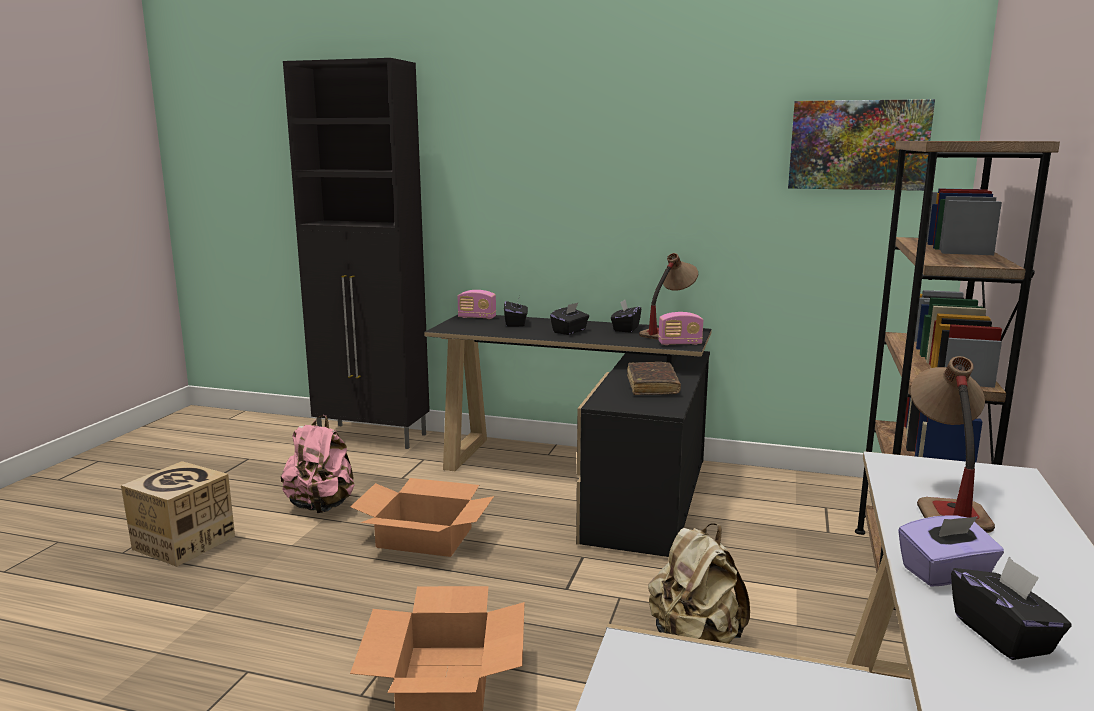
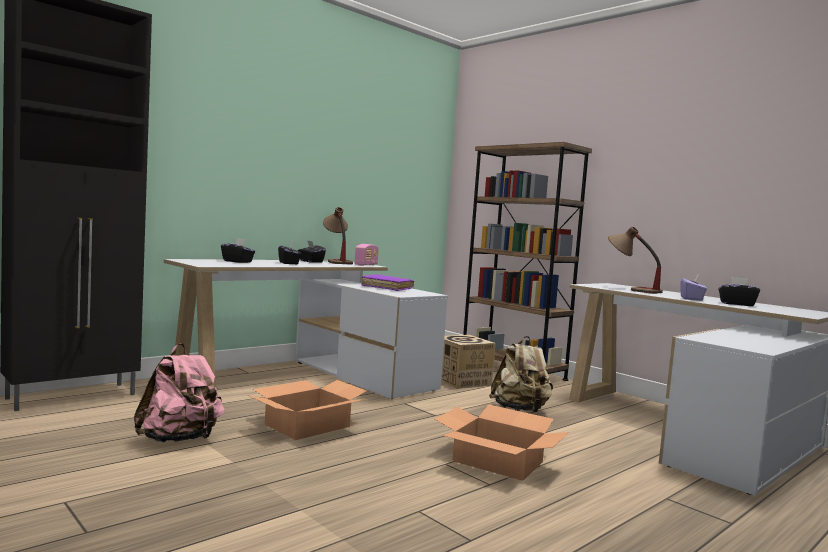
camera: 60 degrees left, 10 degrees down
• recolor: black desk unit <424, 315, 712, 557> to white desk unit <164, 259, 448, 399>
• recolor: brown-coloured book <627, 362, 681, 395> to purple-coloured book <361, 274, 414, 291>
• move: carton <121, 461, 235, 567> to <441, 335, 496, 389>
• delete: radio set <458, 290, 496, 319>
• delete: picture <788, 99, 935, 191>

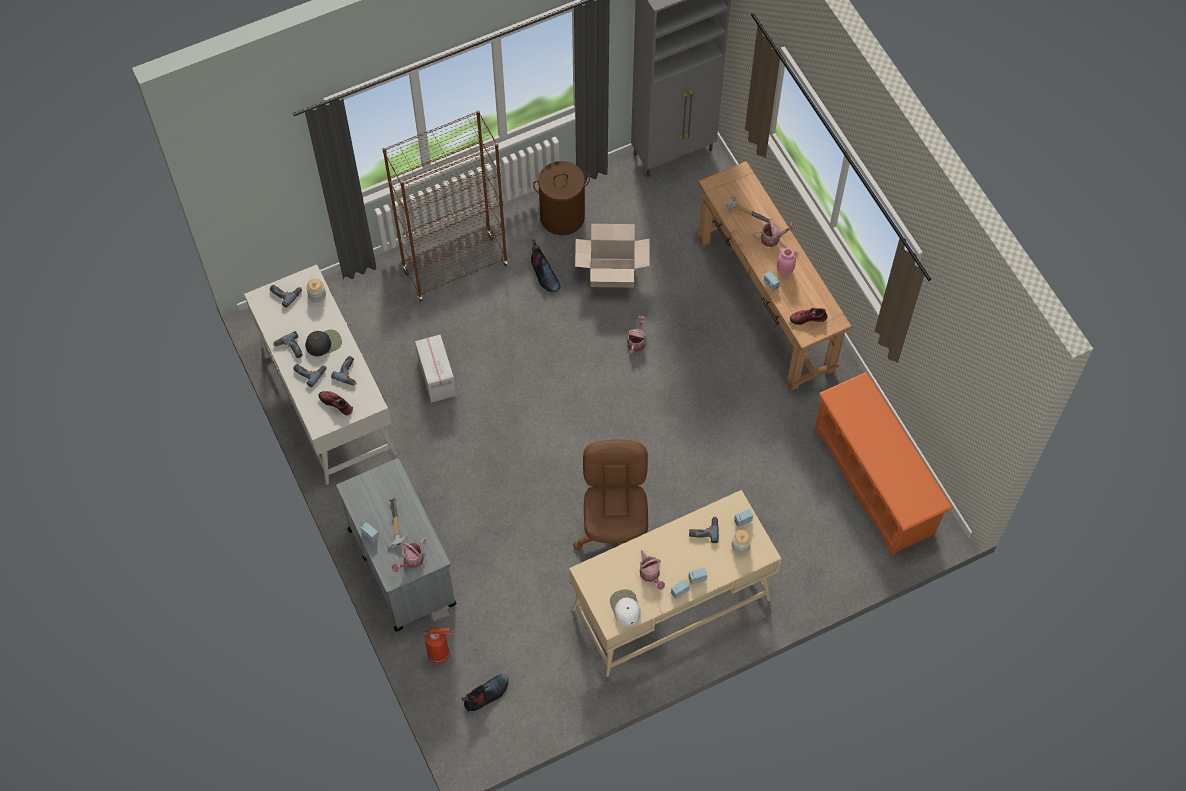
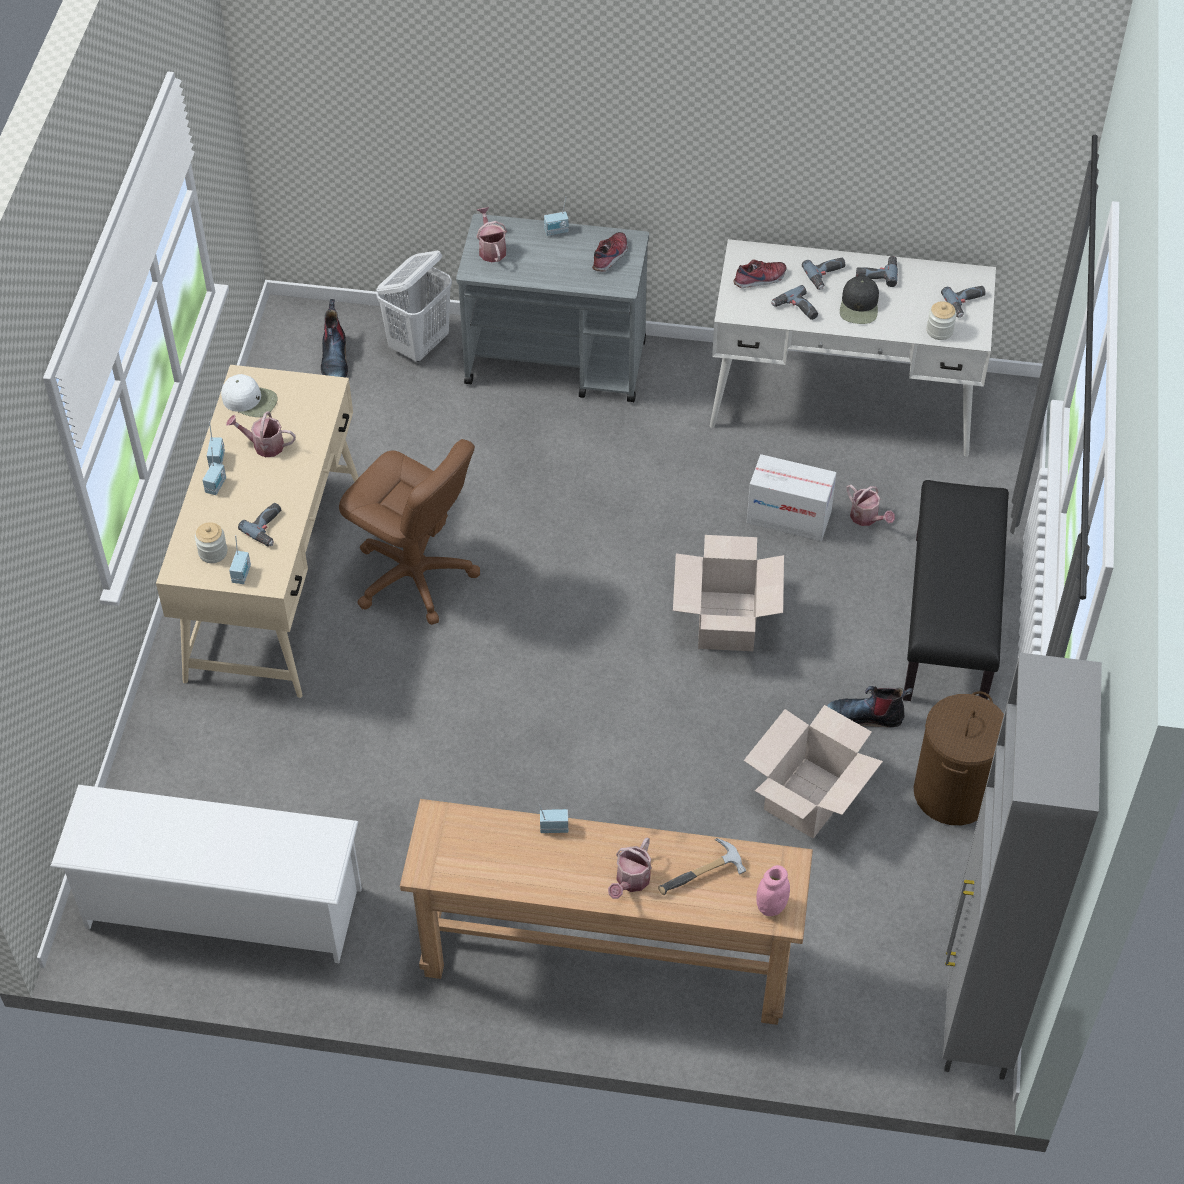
camera: 125 degrees right, 10 degrees down
• recolor: orange shoe stand <814, 372, 953, 557> to white shoe stand <51, 785, 362, 963>
• replace: fire extinguisher <424, 627, 455, 664> to white washing basket <376, 250, 452, 362>
• move: item of footwear <790, 308, 828, 325> to <592, 232, 628, 272>
• insert: carton <673, 535, 784, 651>
• move: pinkish preserve jar <777, 248, 796, 275> to <757, 865, 790, 916>
• move: sprinkling can <627, 316, 646, 354> to <846, 485, 895, 526>
• replace: brown-coloured bookcase <382, 110, 508, 302> to black long seat <903, 480, 1009, 701>
• delete: hammer <388, 497, 411, 548>

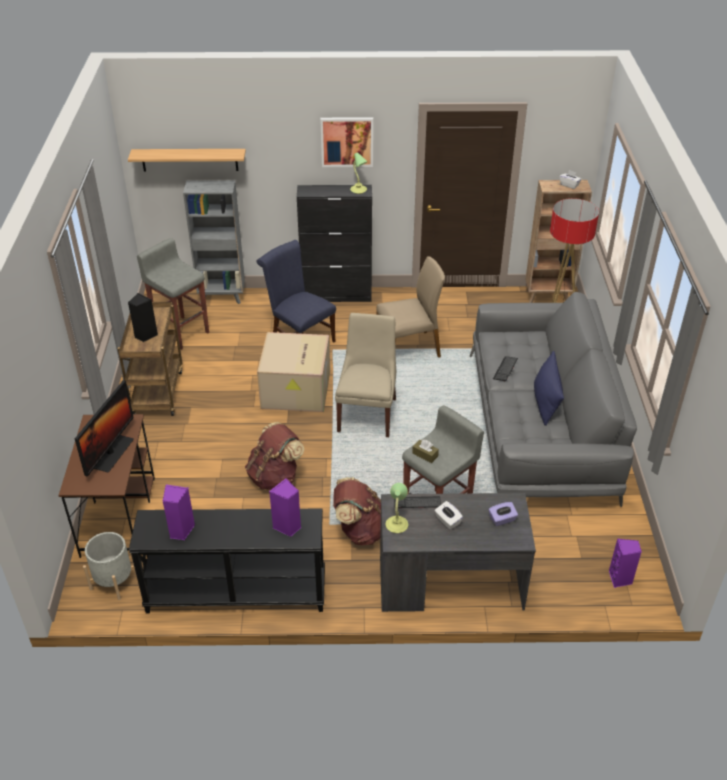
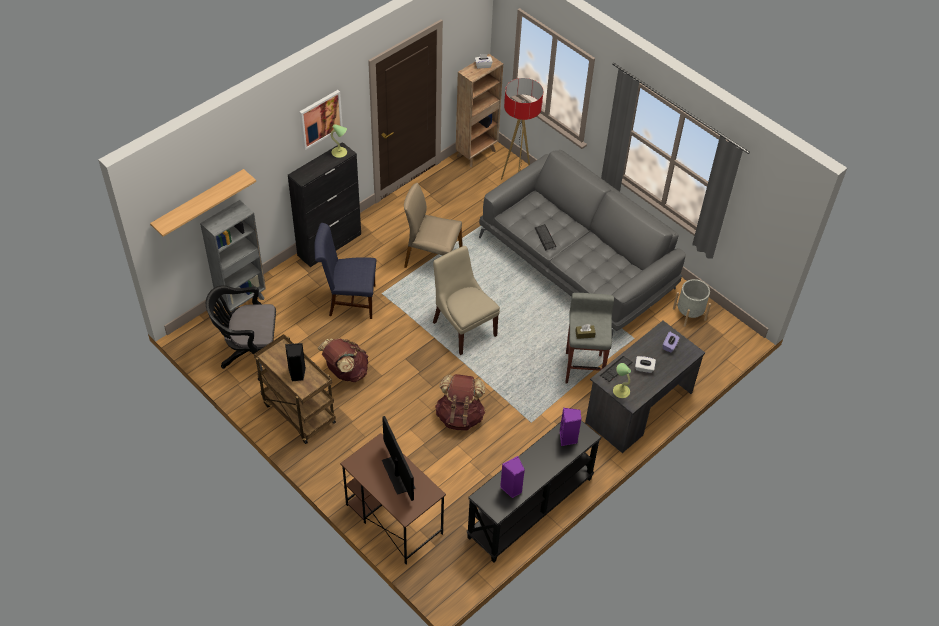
camera: 45 degrees left, 10 degrees up
• replace: gray sitting stool <137, 238, 209, 350> to black computer chair <206, 285, 276, 380>
• move: brown-coloured backpack <333, 477, 381, 545> to <318, 338, 369, 382>
• rotate: sand-coloured upright chair <376, 256, 445, 358> = <404, 183, 463, 268> 105 degrees counterclockwise
• move: gray planter <83, 532, 136, 600> to <673, 279, 711, 327>
• delete: carton <257, 332, 330, 412>
• delete: blue-coloured pillow <534, 351, 564, 426>
• delete: purple-coloured audio speaker <609, 538, 642, 588>

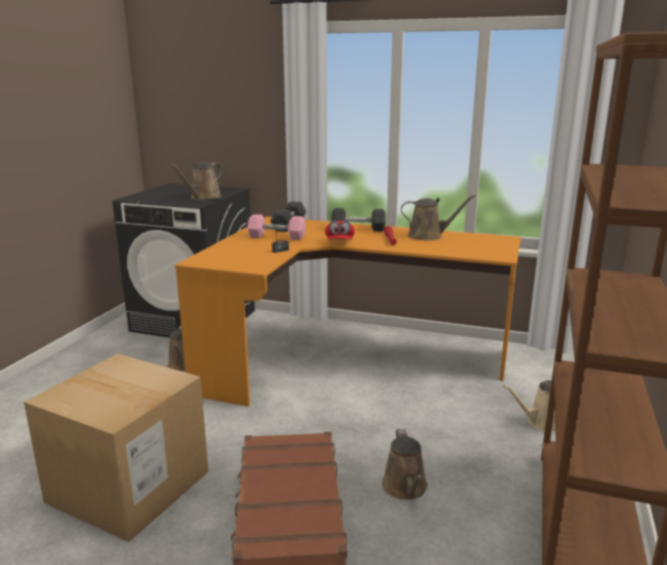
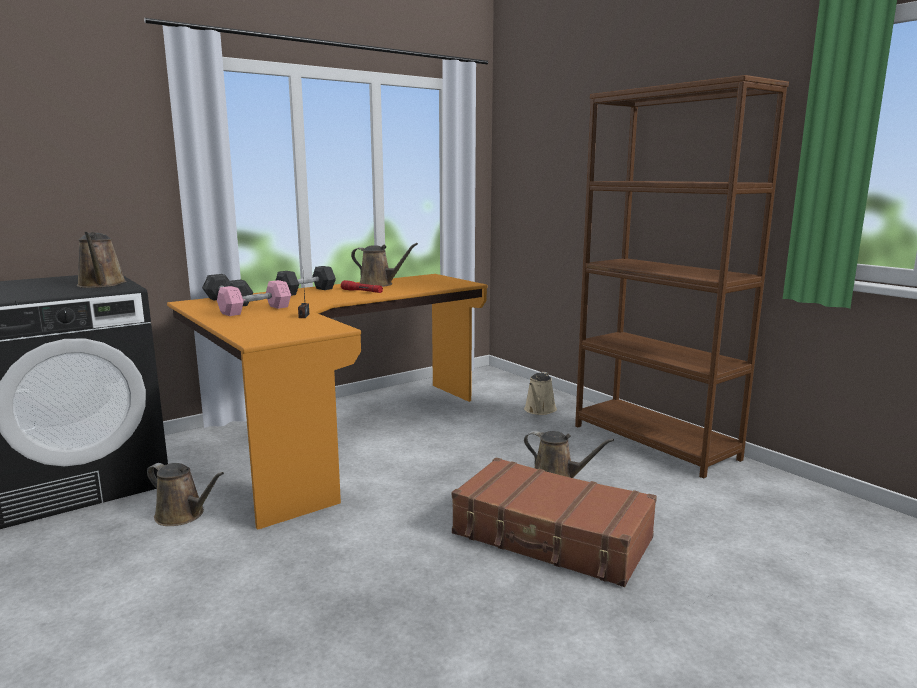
camera: 55 degrees left, 5 degrees down
• rotate: brown-coloured sprinkling can <401, 195, 476, 241> = <351, 243, 418, 287> 75 degrees clockwise
• delete: carton <24, 353, 208, 542>
• delete: reddish peaked cap <325, 221, 355, 240>

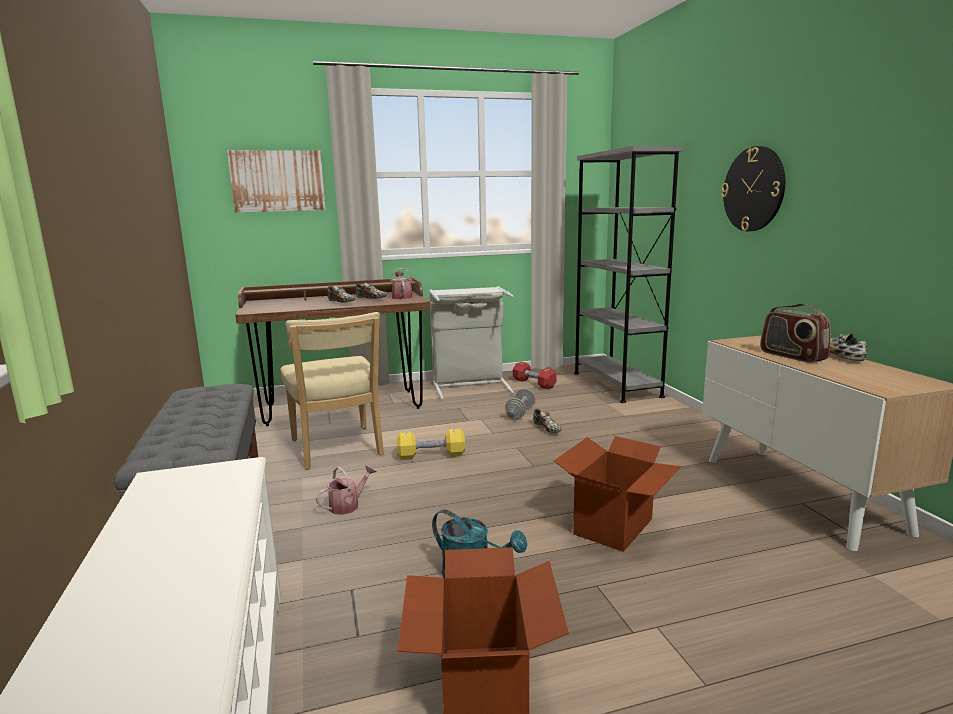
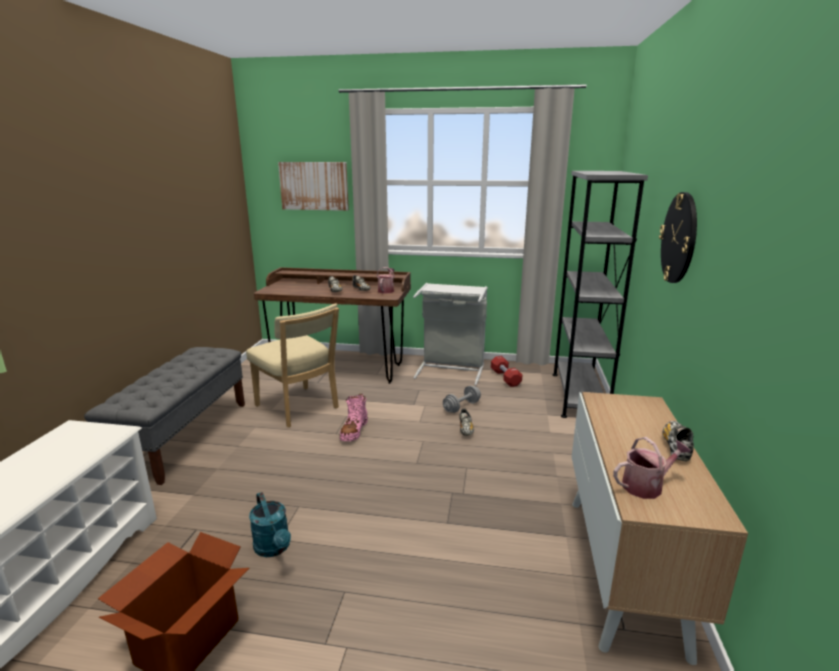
camera: 25 degrees right, 5 degrees up
• rotate: sand-coloured upright chair <280, 312, 384, 470> = <246, 304, 339, 427> 45 degrees counterclockwise
• replace: yellowish hand weight <396, 428, 465, 460> to pinkish high-top boot <339, 393, 368, 441>
• move: sprinkling can <316, 465, 376, 515> to <613, 437, 691, 499>
• delete: carton <554, 436, 681, 552>
• delete: radio set <760, 304, 831, 363>

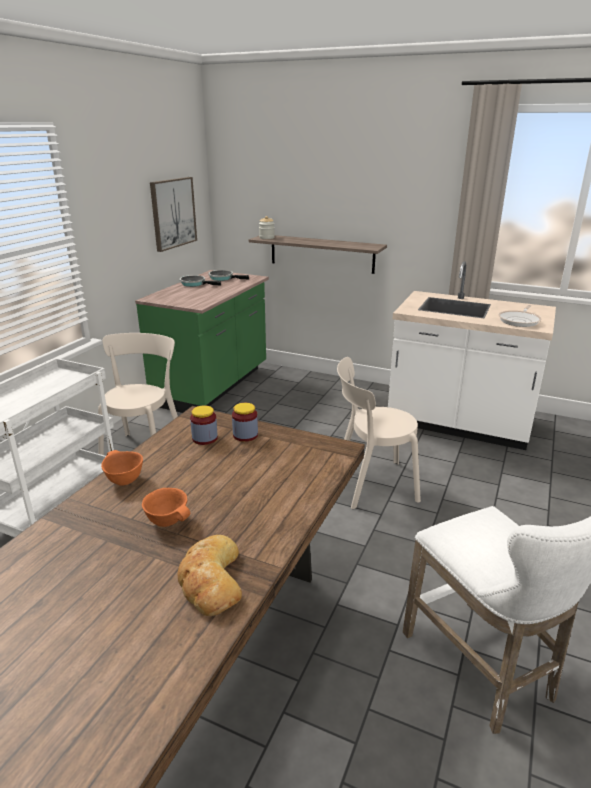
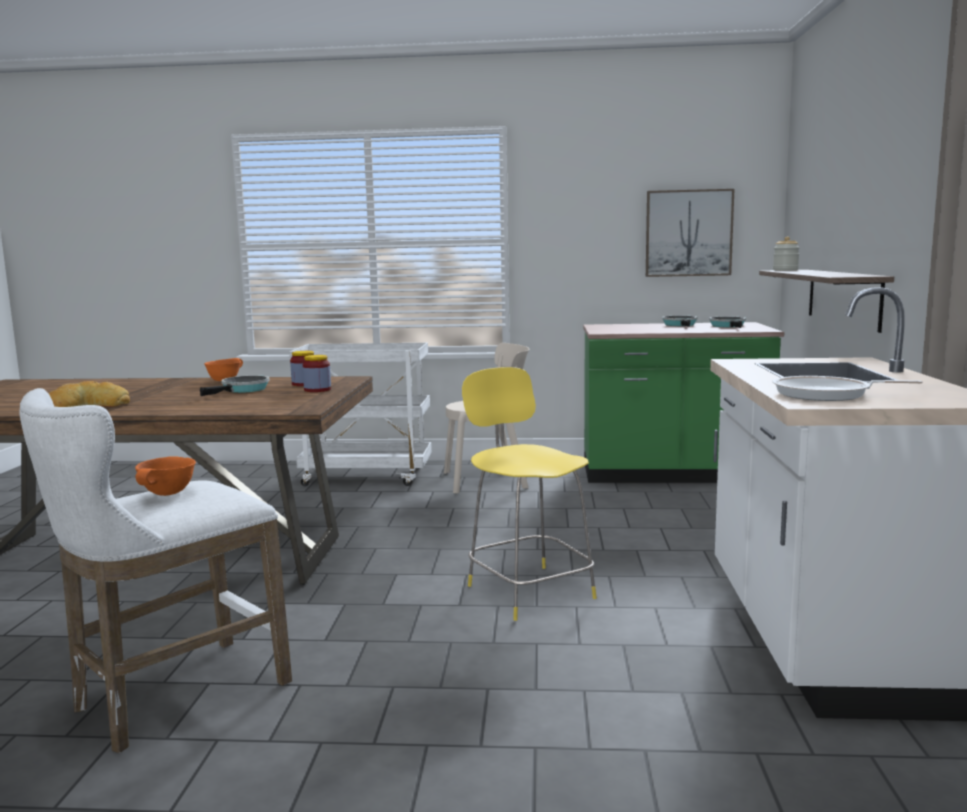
camera: 70 degrees right, 15 degrees down
• move: orange bowl <142, 488, 190, 527> to <135, 457, 196, 496>
• insert: frying pan <200, 375, 270, 396>
• replace: sand-coloured upright chair <337, 357, 421, 509> to yellowish sitting stool <462, 367, 597, 621>

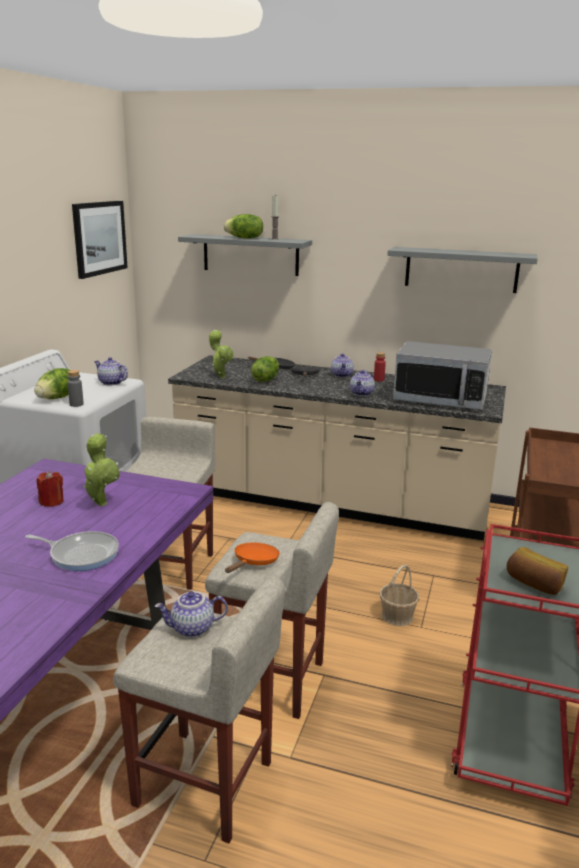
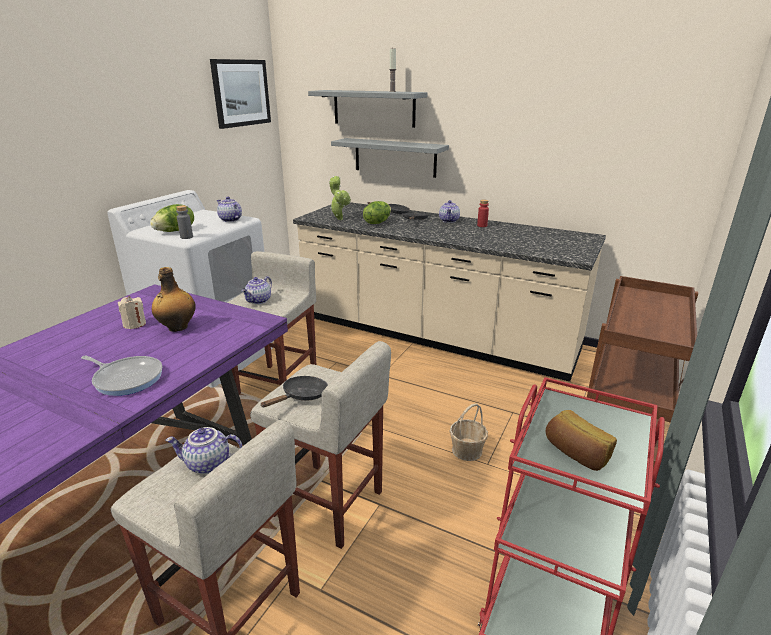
camera: 10 degrees right, 5 degrees up
• recolor: reddish wax light <37, 471, 64, 507> to sand-coloured wax light <118, 296, 146, 329>
• replace: plant in a pot <83, 433, 120, 506> to beverage bottle <152, 267, 196, 332>
• move: teapot <350, 370, 375, 396> to <241, 276, 272, 304>
• recolor: orange frying pan <225, 543, 280, 573> to black frying pan <260, 376, 328, 407>
• move: gray shelf <387, 247, 538, 293> to <331, 138, 449, 178>
• delete: lettuce head <223, 214, 263, 239>
• delete: microwave <393, 341, 492, 410>

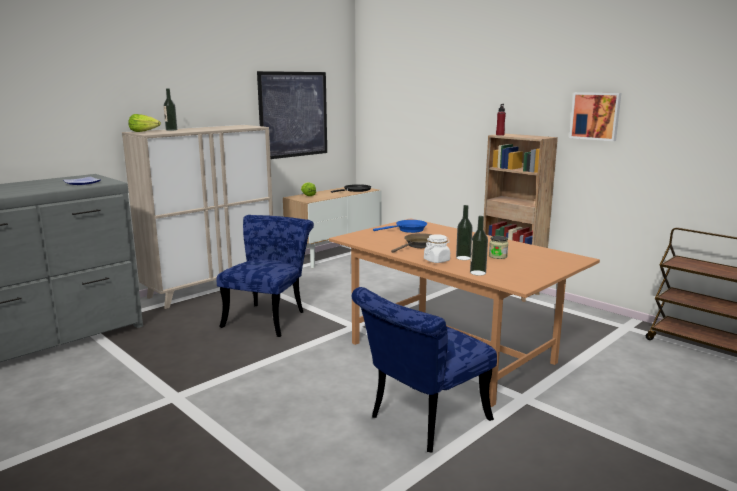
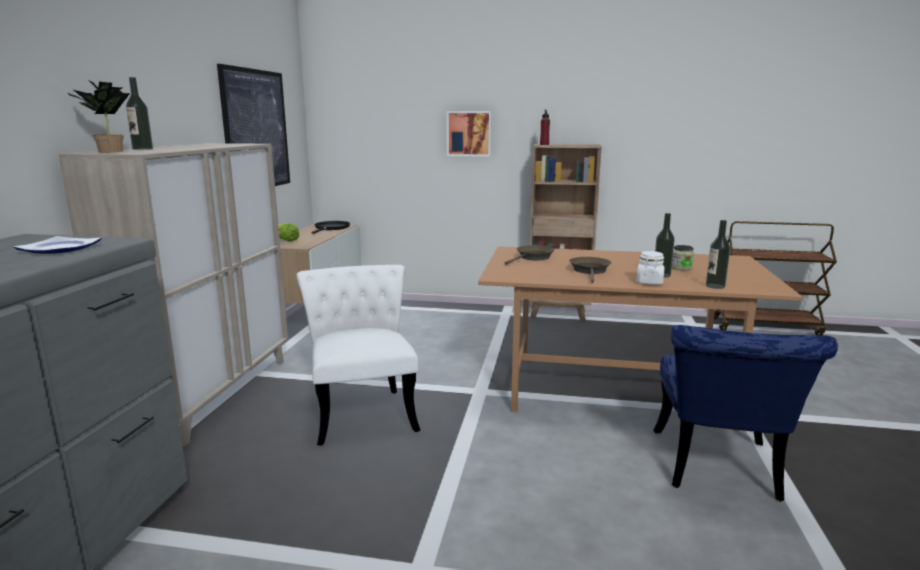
camera: 35 degrees left, 0 degrees up
• replace: lettuce head <128, 114, 161, 132> to plant in a pot <68, 81, 130, 152>
• recolor: blue-coloured upright chair <217, 215, 314, 337> to white upright chair <296, 265, 421, 446>
• move: picture <569, 92, 621, 141> to <447, 111, 492, 157>
• recolor: blue-coloured frying pan <373, 220, 427, 233> to brown-coloured frying pan <505, 245, 555, 265>

